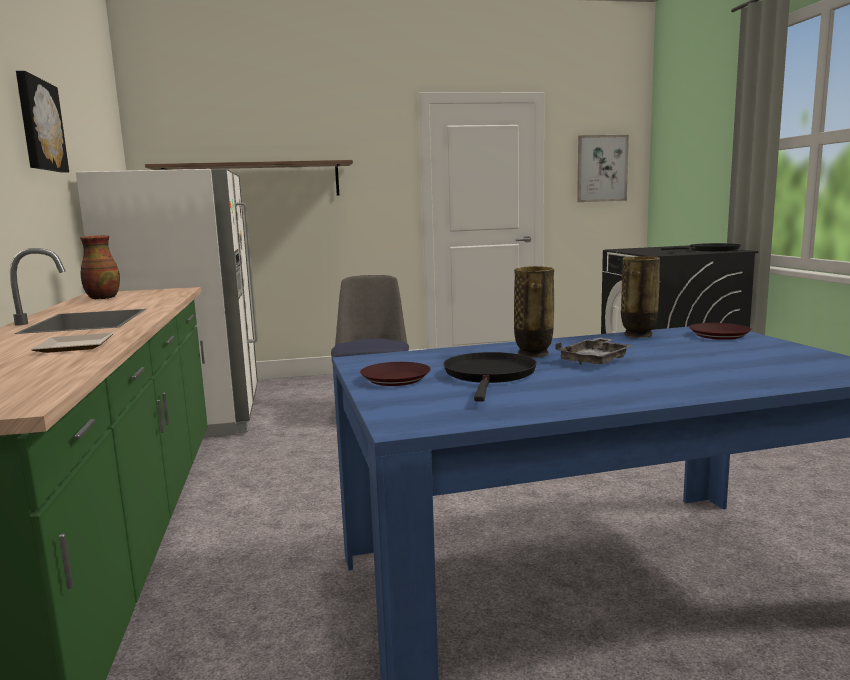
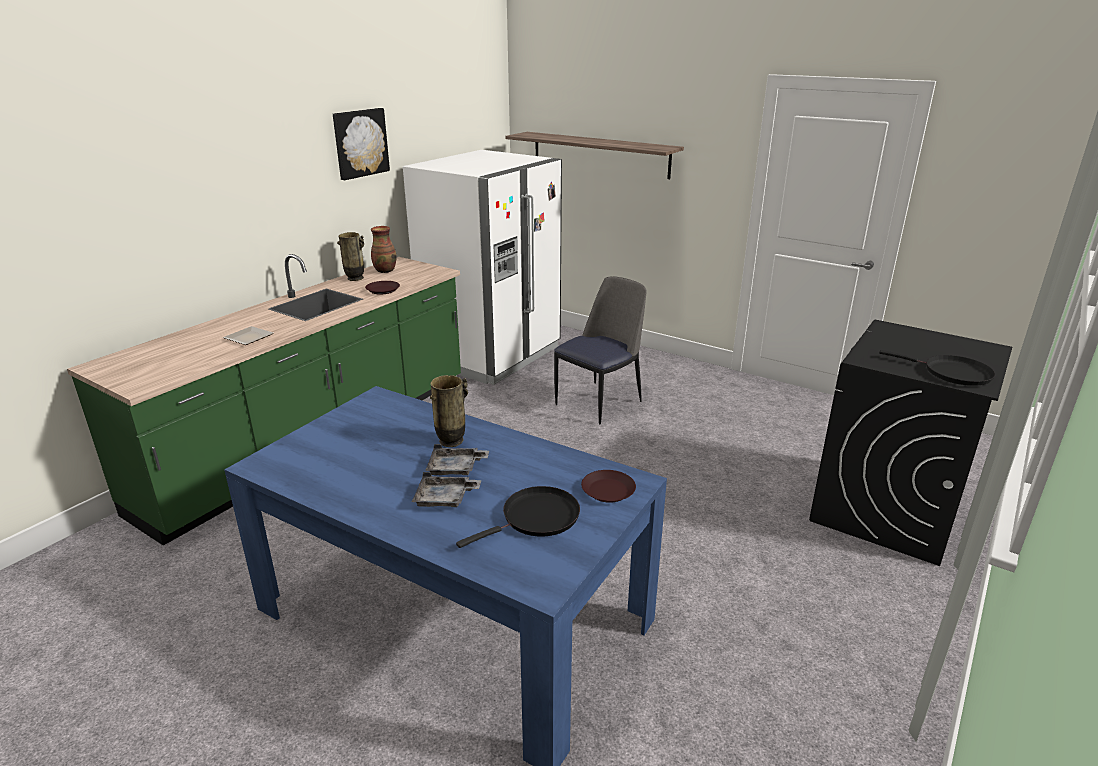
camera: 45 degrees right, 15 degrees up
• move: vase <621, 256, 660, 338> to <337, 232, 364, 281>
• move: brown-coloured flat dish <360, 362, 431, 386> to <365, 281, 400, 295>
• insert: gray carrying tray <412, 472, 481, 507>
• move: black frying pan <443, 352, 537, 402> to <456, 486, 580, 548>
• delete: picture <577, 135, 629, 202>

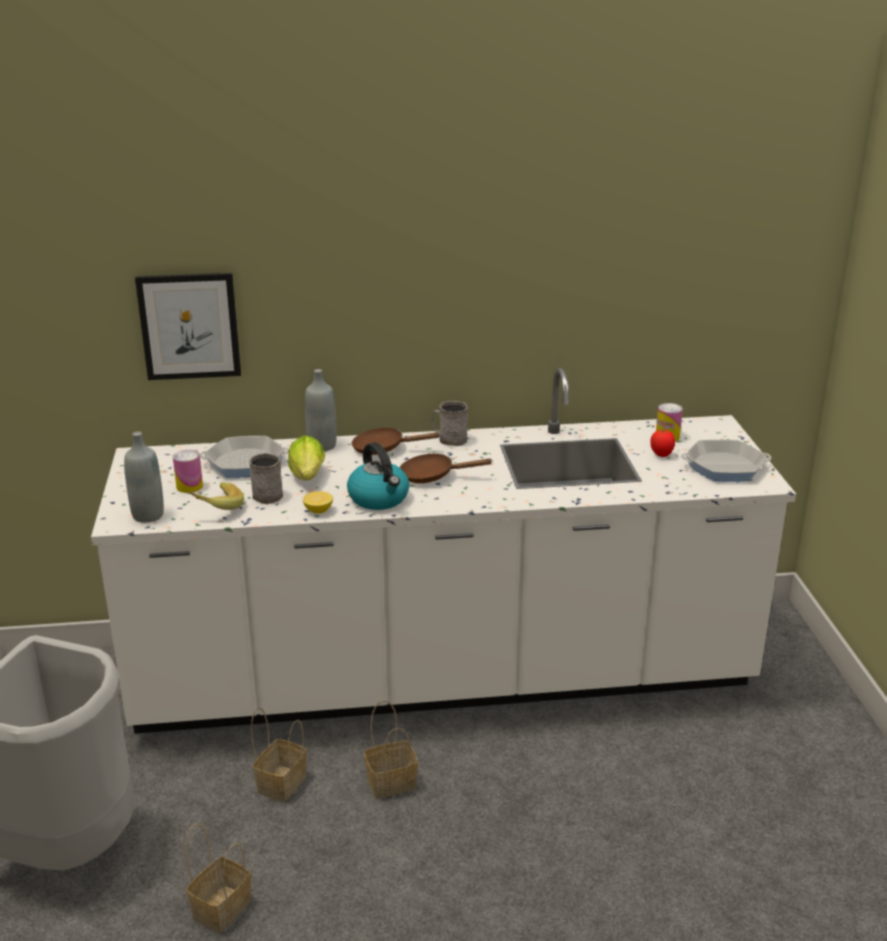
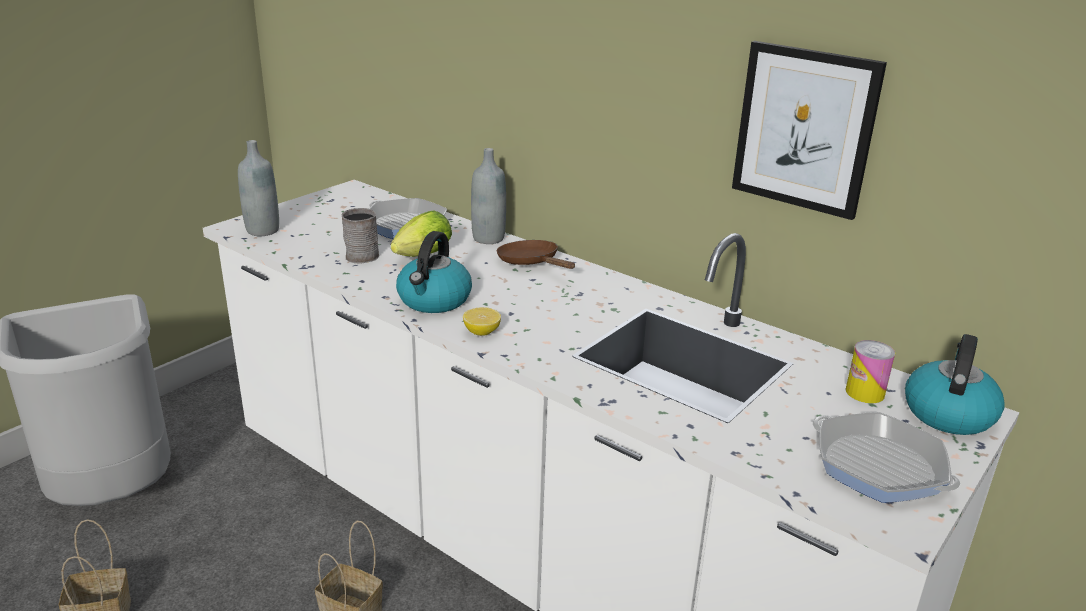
camera: 45 degrees right, 0 degrees up
• move: lemon <303, 491, 333, 513> to <463, 307, 501, 336>
• move: picture <135, 273, 241, 380> to <732, 41, 887, 220>
• insert: water kettle <905, 334, 1005, 435>
• delete: sealed can <173, 450, 203, 493>
• delete: banana fruit <187, 483, 244, 510>
• delete: household basket <251, 707, 307, 802>
• delete: brown-coloured frying pan <400, 453, 492, 483>
• delete: gray coffee mug <431, 401, 468, 446>
• delete: fresh tomato <650, 429, 675, 457>

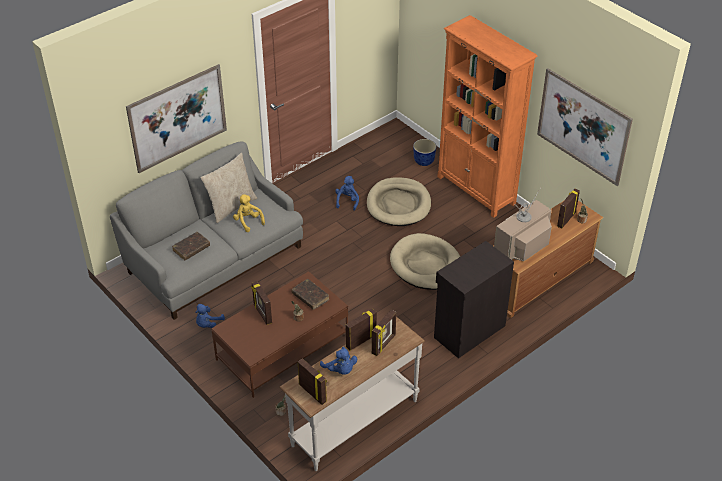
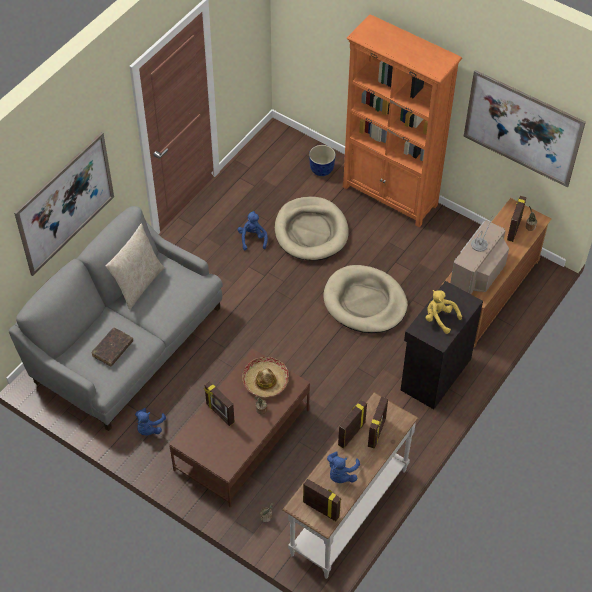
camera: 15 degrees left, 10 degrees up
• replace: brown-coloured book <291, 279, 329, 310> to hat <242, 357, 289, 397>
• rotate: blue-coloured soft toy <320, 347, 357, 375> = <327, 451, 360, 483> 75 degrees clockwise
• move: yellowish soft toy <233, 194, 265, 232> to <426, 290, 462, 334>

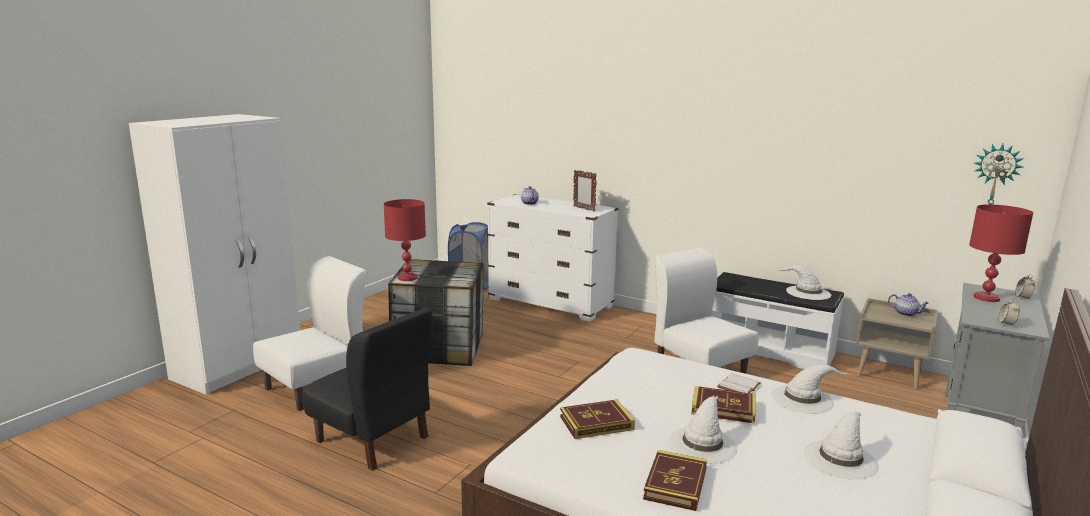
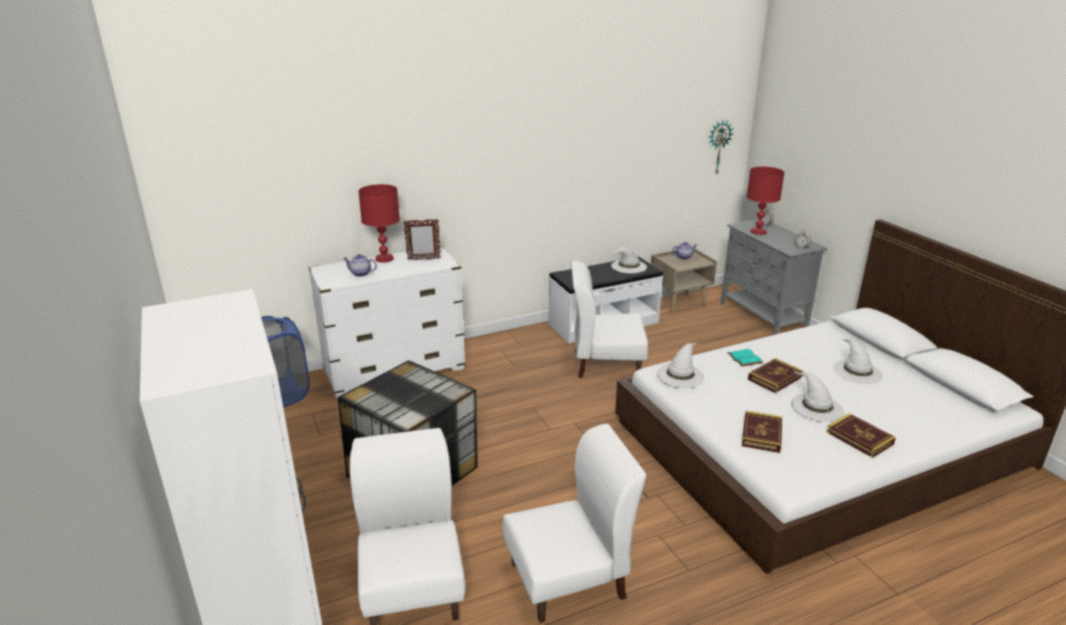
camera: 55 degrees left, 10 degrees up
• move: reddish table lamp <384, 199, 426, 281> to <358, 184, 400, 263>
• recolor: black upright chair <302, 308, 432, 471> to white upright chair <503, 424, 646, 623>
• move: white hat <771, 365, 849, 414> to <657, 342, 704, 388>
• recolor: white book <717, 373, 761, 393> to turquoise book <727, 349, 763, 366>

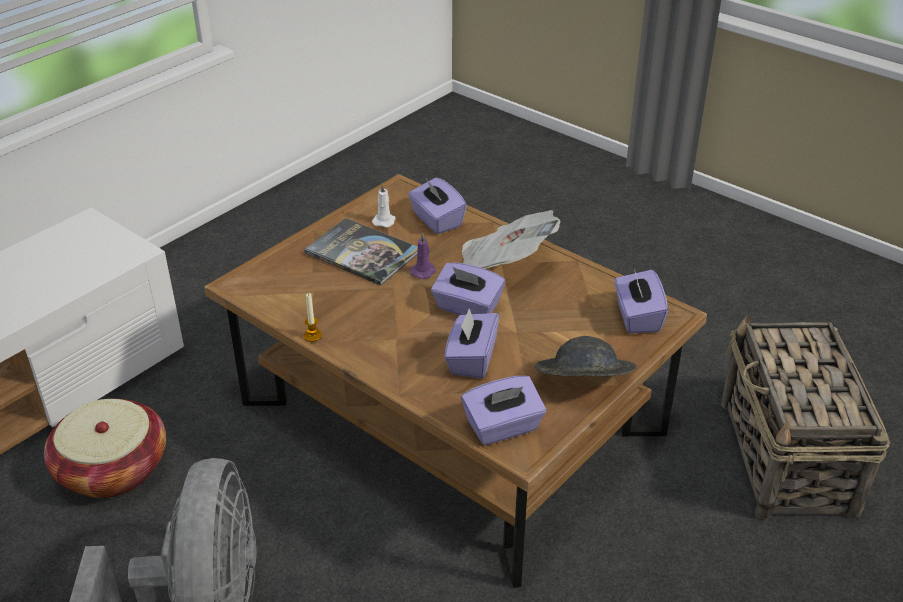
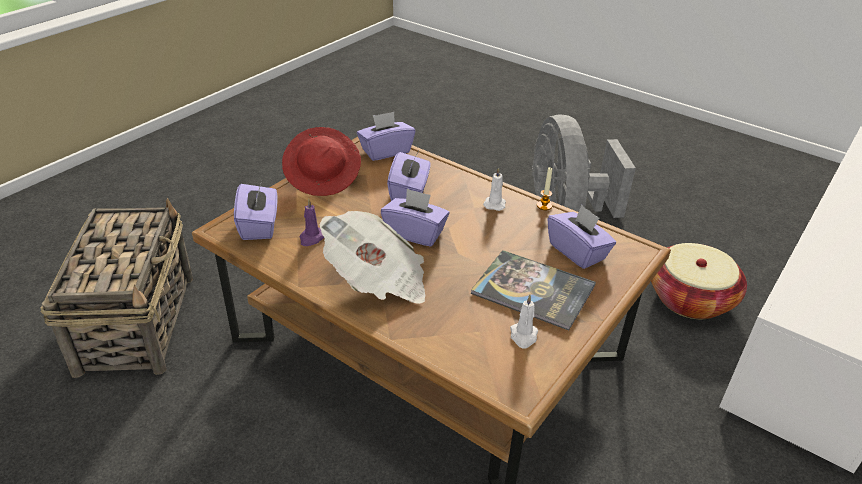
camera: 175 degrees right, 0 degrees up
• recolor: gray hat <535, 336, 637, 376> to reddish hat <282, 127, 361, 196>
• move: purple-coloured wax light <410, 232, 436, 279> to <300, 199, 324, 246>
• insert: white wax light <483, 167, 506, 211>
• move: purple-coloured tissue box <408, 177, 467, 234> to <547, 205, 616, 269>

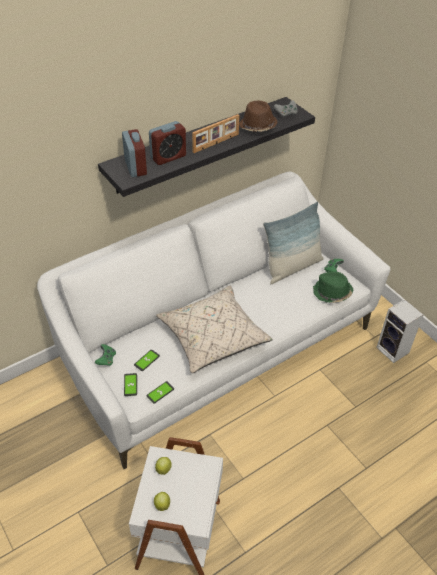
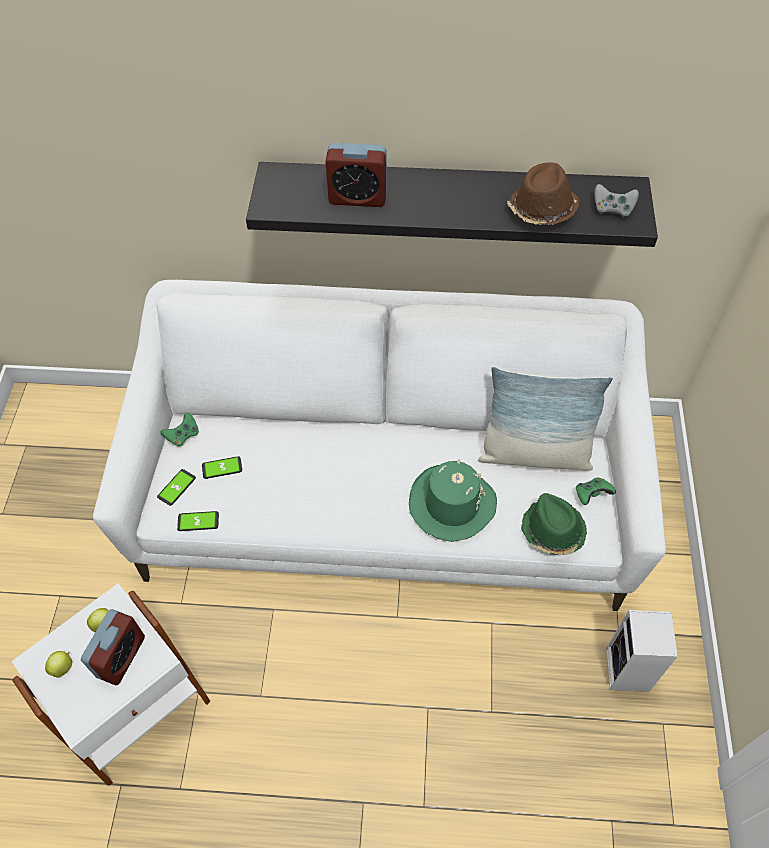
camera: 40 degrees right, 10 degrees up
• move: alarm clock <122, 129, 147, 177> to <81, 609, 145, 685>
• insert: green-coloured hat <409, 459, 497, 542>
• delete: sand-coloured pillow <156, 286, 273, 373>
• delete: standing frame <192, 114, 240, 153>

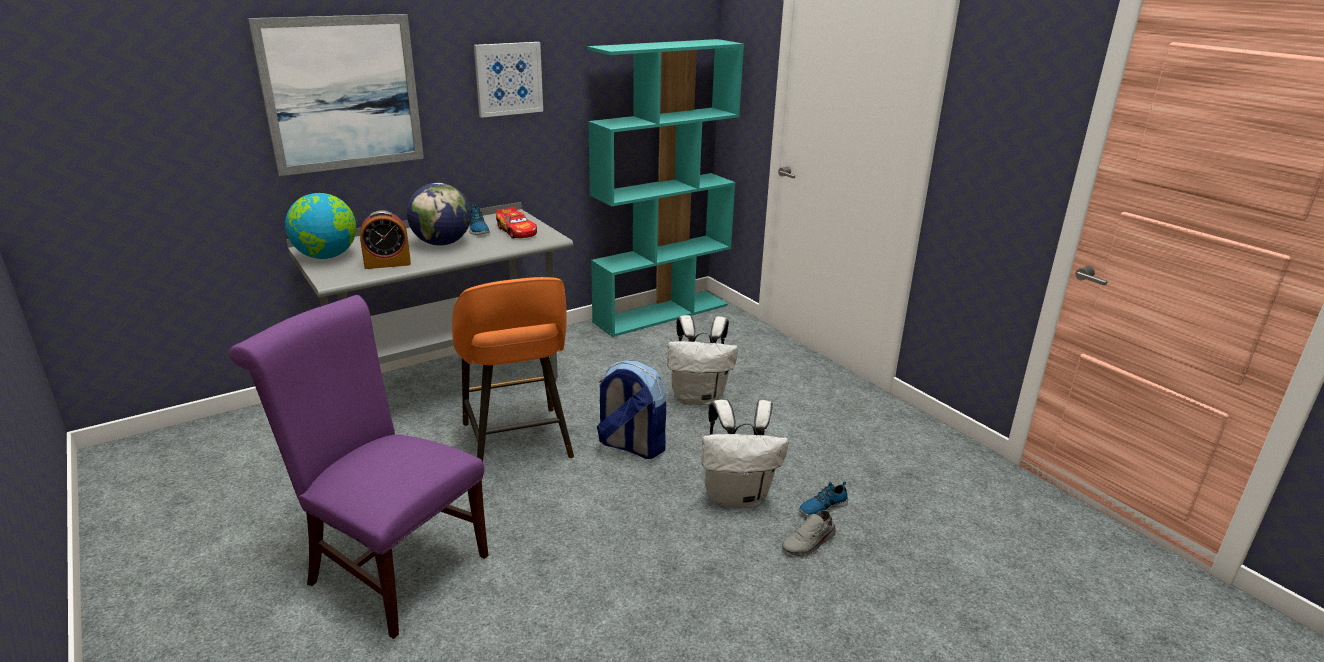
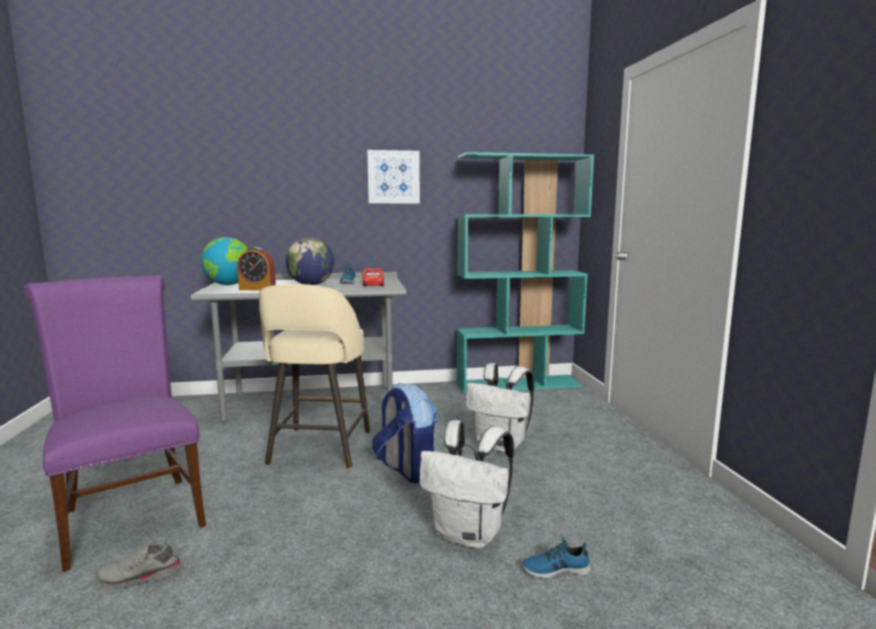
camera: 25 degrees right, 15 degrees down
• move: gray item of footwear <782, 510, 836, 557> to <95, 542, 181, 589>
• recolor: orange sitting stool <452, 277, 574, 462> to sand-coloured sitting stool <259, 284, 370, 468>
• delete: picture <248, 14, 424, 176>

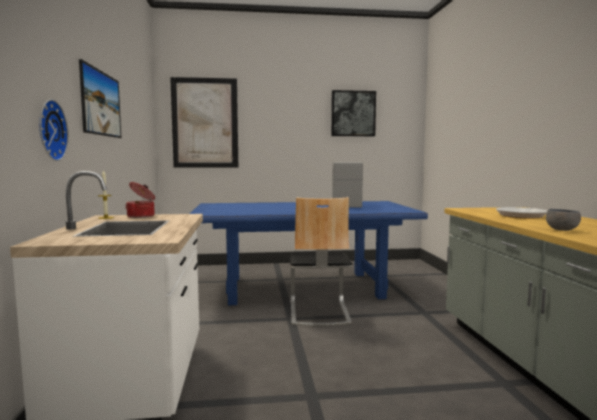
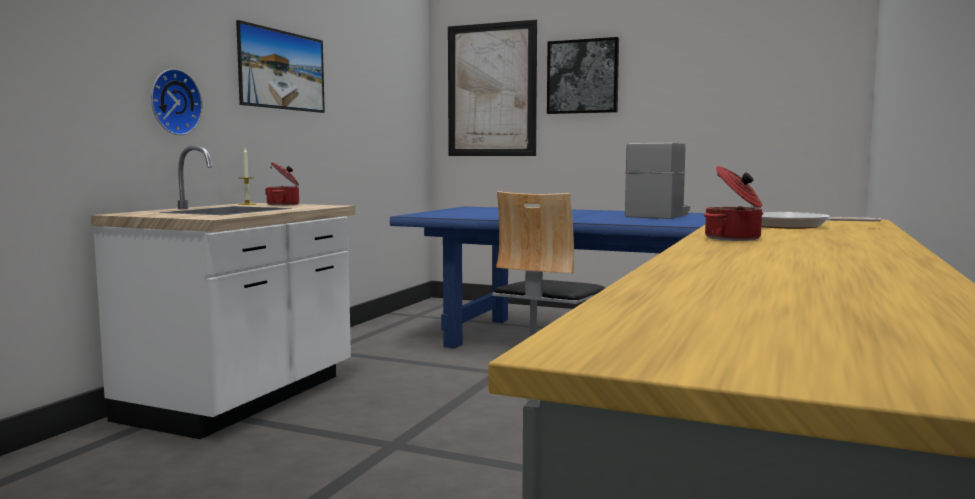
camera: 30 degrees right, 0 degrees up
• move: picture <331, 90, 376, 136> to <547, 37, 619, 114>
• replace: gray bowl <546, 209, 581, 231> to stockpot <704, 166, 764, 241>

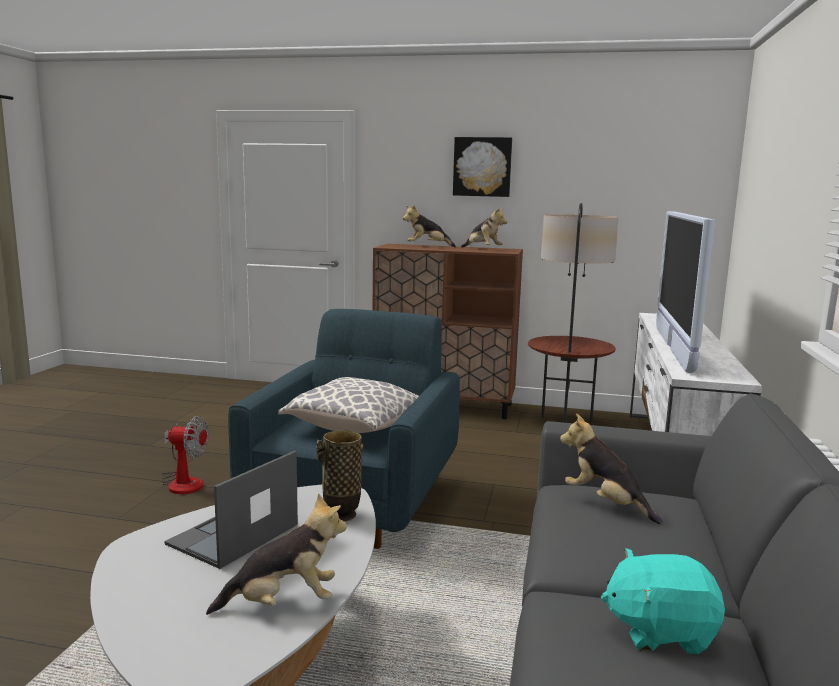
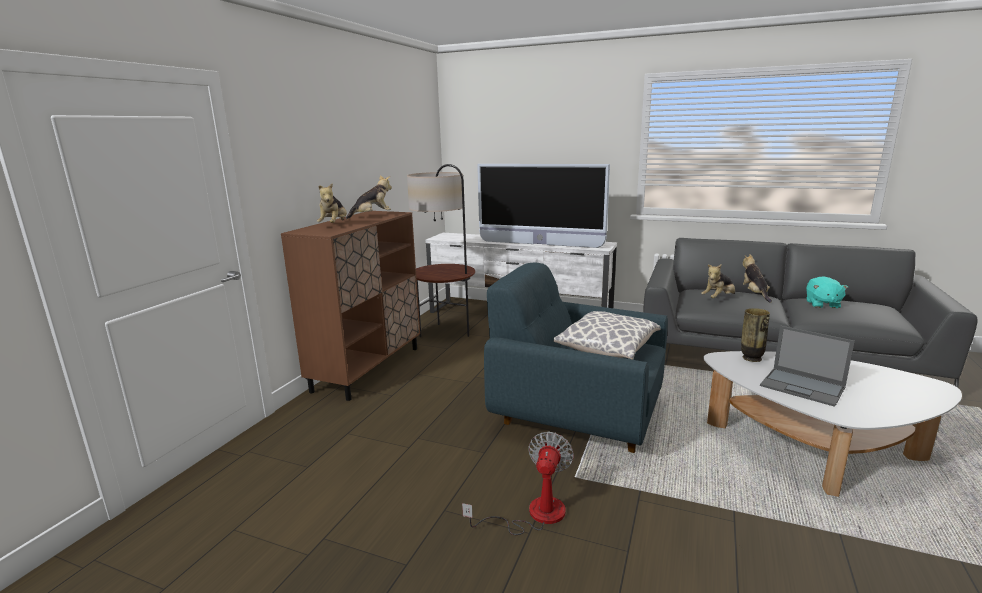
camera: 80 degrees left, 5 degrees up
• move: soft toy <206, 493, 347, 615> to <743, 254, 772, 303>
• delete: picture <453, 137, 512, 197>

